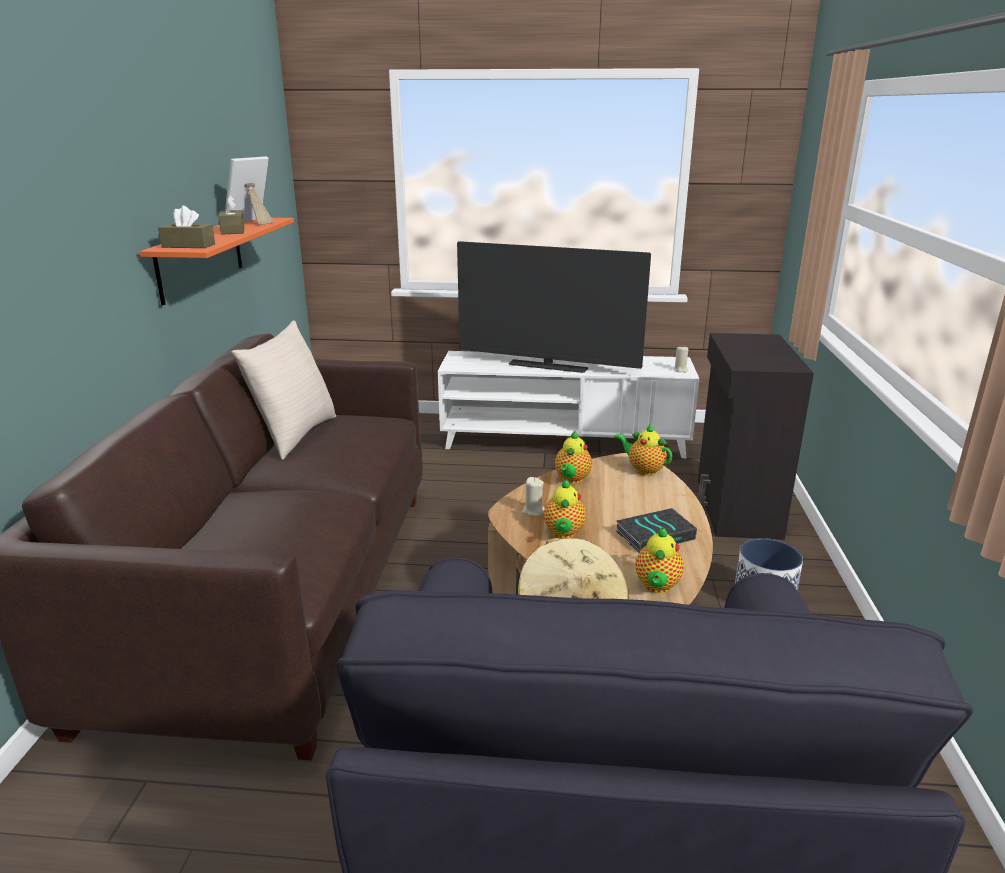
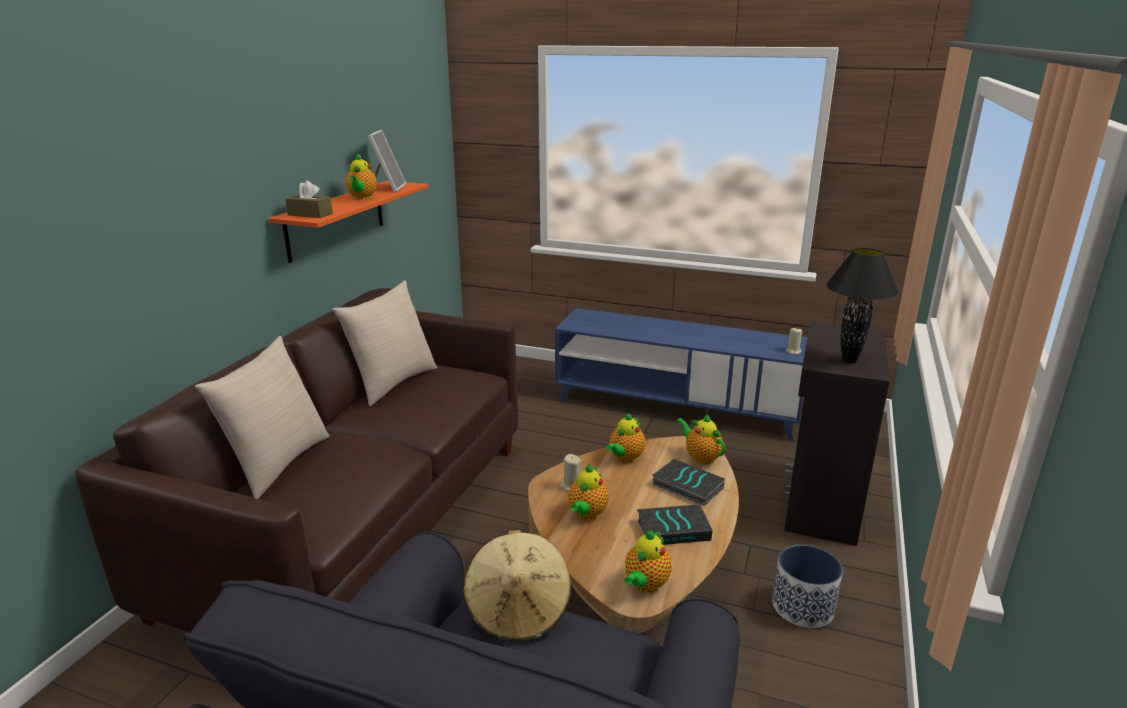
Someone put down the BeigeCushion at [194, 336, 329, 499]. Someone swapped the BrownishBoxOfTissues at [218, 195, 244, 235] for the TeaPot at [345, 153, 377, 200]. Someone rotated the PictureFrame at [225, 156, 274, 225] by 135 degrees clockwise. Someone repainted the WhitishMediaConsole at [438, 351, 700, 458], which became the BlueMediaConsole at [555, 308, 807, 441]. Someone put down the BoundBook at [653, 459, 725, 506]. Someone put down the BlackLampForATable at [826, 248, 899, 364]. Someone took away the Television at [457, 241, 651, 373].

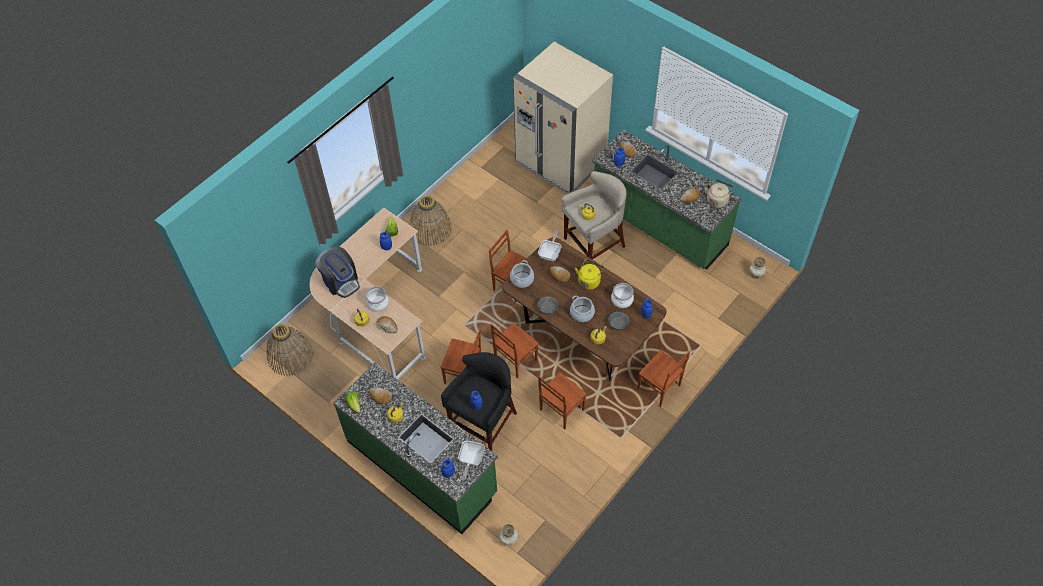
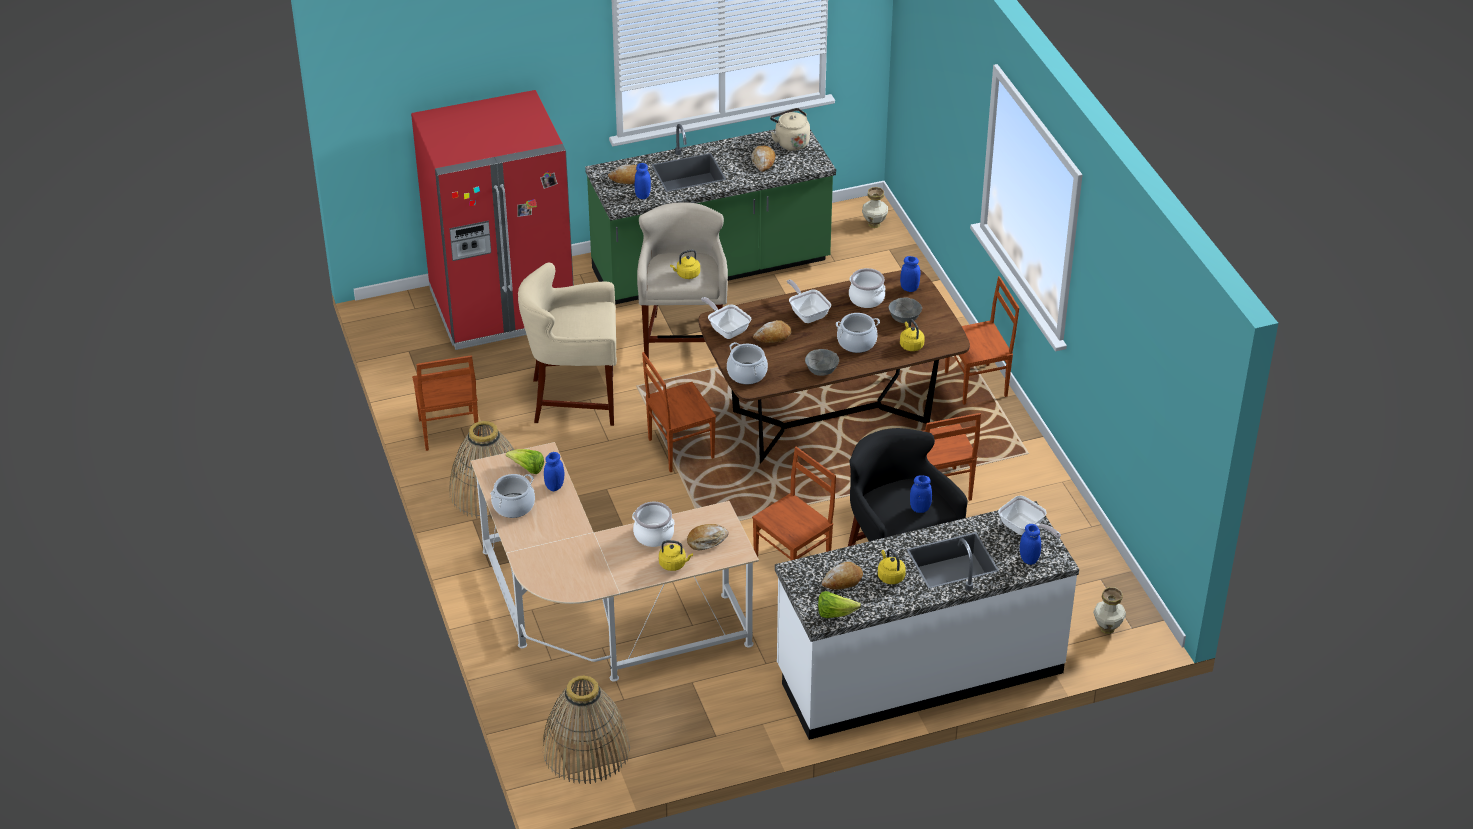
Someone repainted the BeigeKitchenFridge at [513, 42, 613, 194], which became the ReddishKitchenFridge at [411, 90, 574, 350]. Someone carried the BrownishChair from [491, 323, 539, 379] to [412, 355, 479, 451]. Someone put down the Saucepot at [490, 474, 535, 518]. Someone put down the BeigeStool at [518, 262, 617, 426]. Someone repainted the GreenCounter at [333, 363, 498, 534], which became the WhitishCounter at [775, 501, 1079, 740]. Someone swapped the YellowKettle at [575, 259, 604, 290] for the Pan at [787, 280, 831, 323]. Someone took away the CoffeeMaker at [316, 247, 360, 298].

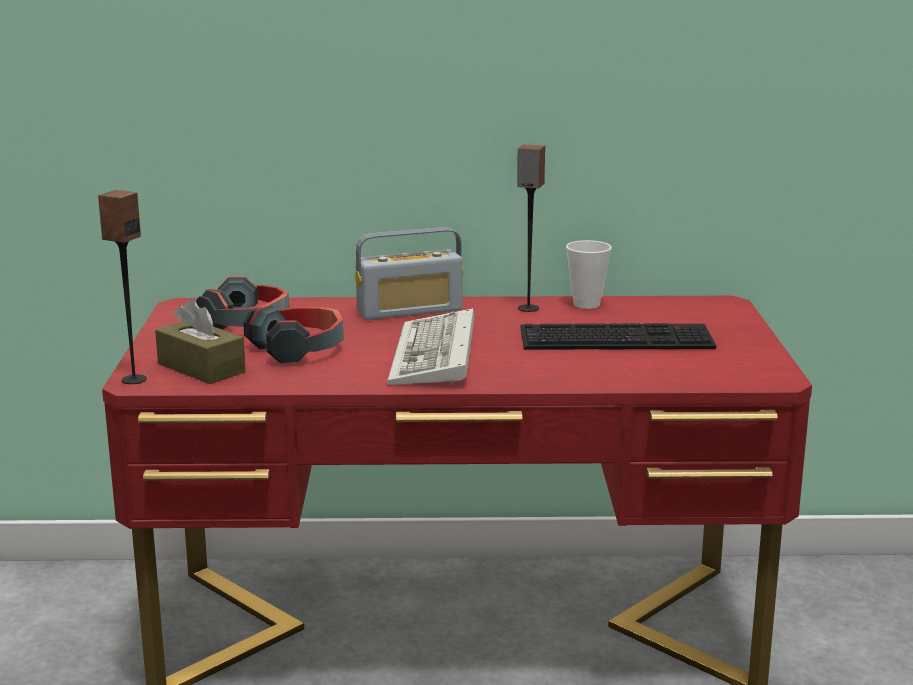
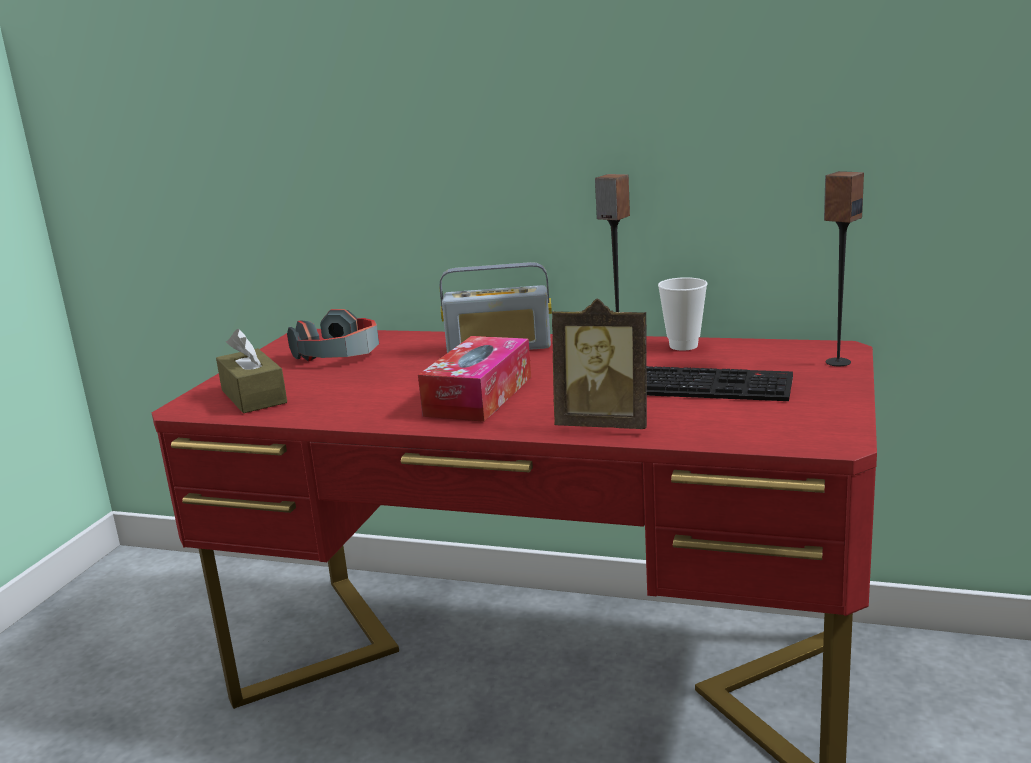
Someone swapped the Keyboard at [387, 308, 475, 385] for the BoxOfTissues at [418, 336, 531, 422]. Someone put down the PictureFrame at [552, 298, 647, 429]. Someone carried the Speaker from [98, 190, 147, 384] to [824, 171, 864, 366]. Someone took away the PairOfHeadphones at [243, 305, 343, 363].

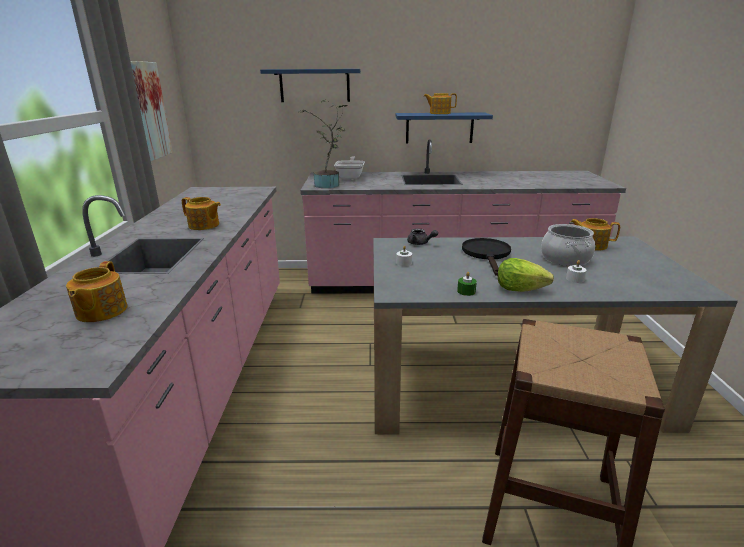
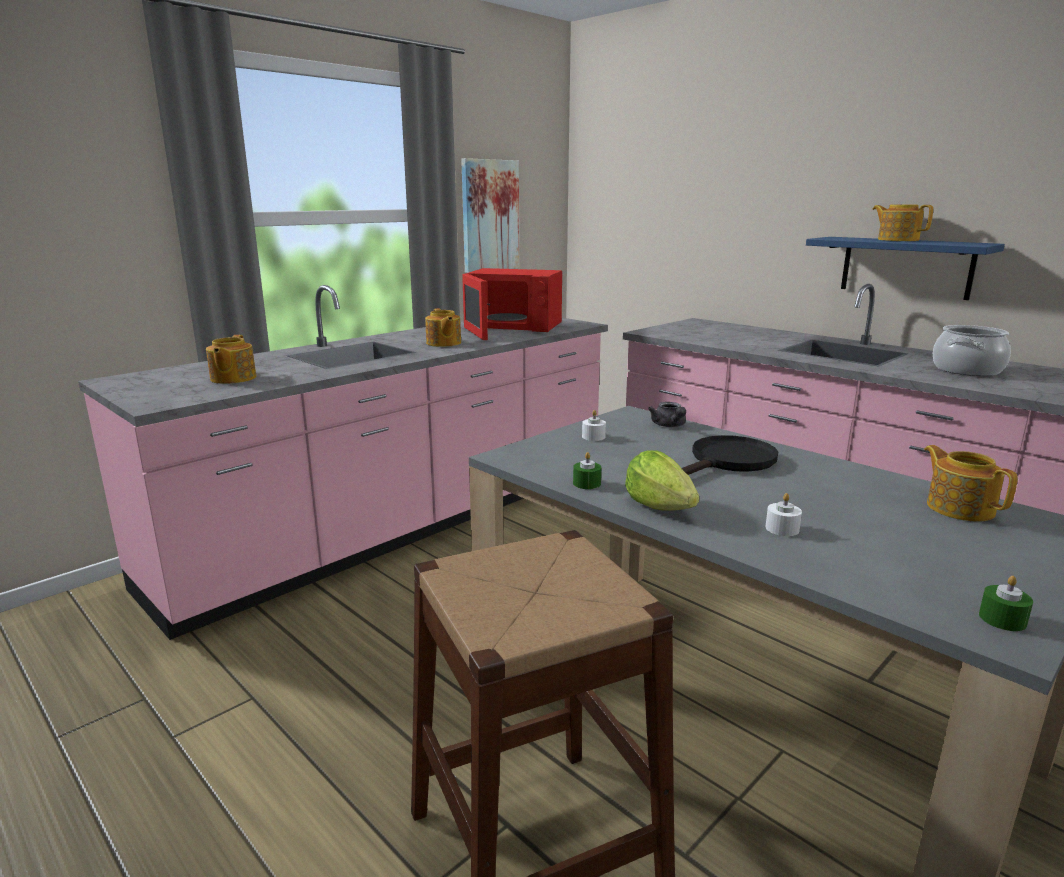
Someone rotated the TeaPot at [66, 261, 128, 322] by 45 degrees counterclockwise. Someone put down the ReddishMicrowave at [462, 268, 562, 340]. Someone carried the Saucepot from [541, 224, 595, 266] to [933, 325, 1011, 376]. Someone put down the GreenCandle at [979, 576, 1033, 631]. Someone took away the BlueWallShelf at [260, 69, 361, 102]. Someone took away the Houseplant at [298, 100, 348, 188]. Someone took away the Pan at [334, 157, 365, 179].

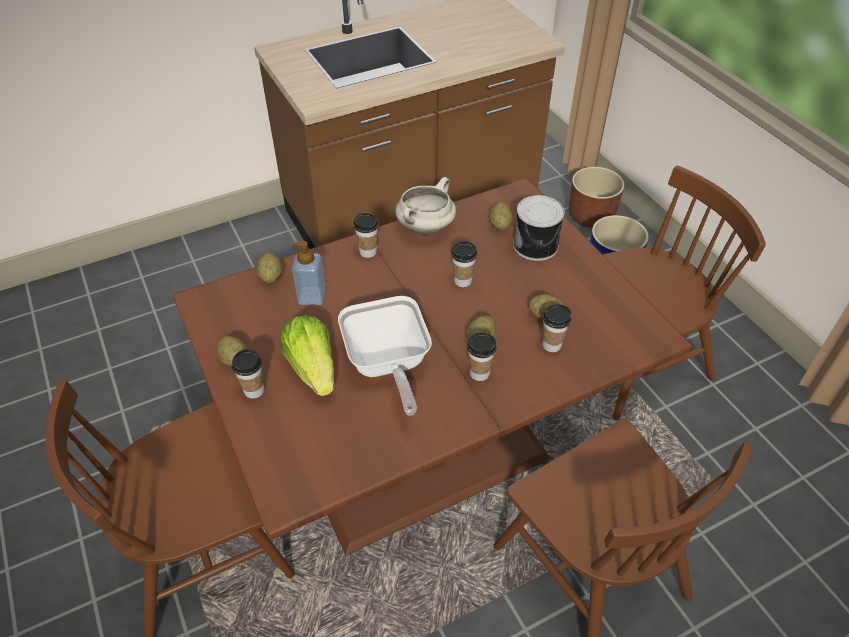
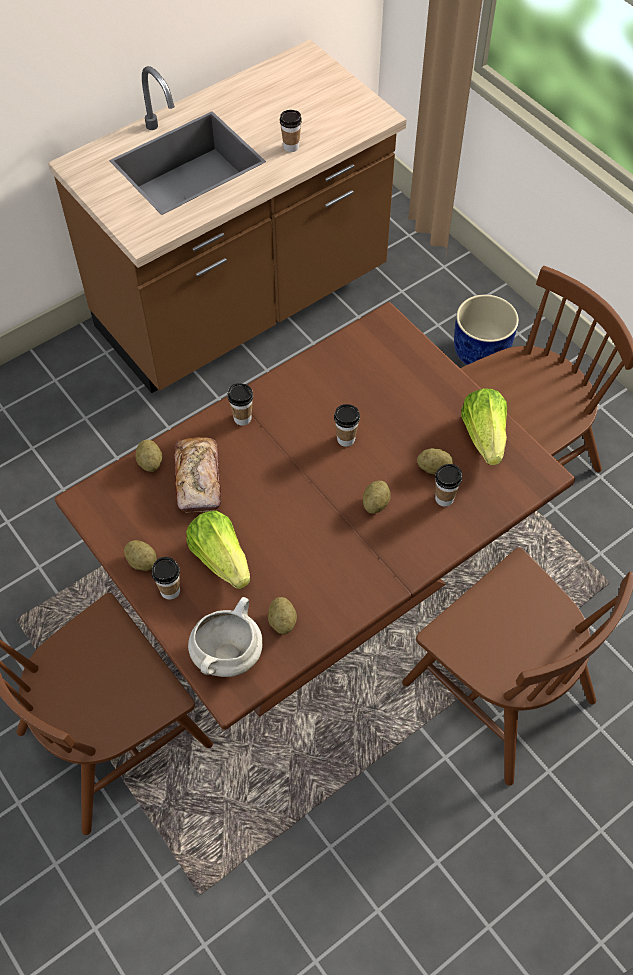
Someone swapped the LiquidSoapBottle at [292, 241, 326, 305] for the BakeryBread at [174, 437, 221, 513]. Someone carried the WhitishSaucepot from [396, 177, 456, 235] to [188, 597, 263, 677]. Someone carried the Spud from [489, 202, 513, 230] to [268, 597, 297, 634]. Someone carried the SmallCup from [467, 332, 497, 381] to [280, 110, 302, 152]. Someone put down the Lettuce at [461, 388, 507, 465]. Someone took away the Pan at [338, 296, 432, 416]. Someone took away the MetalCan at [513, 195, 564, 261]. Someone took away the BrownishFlowerPot at [569, 167, 625, 228].

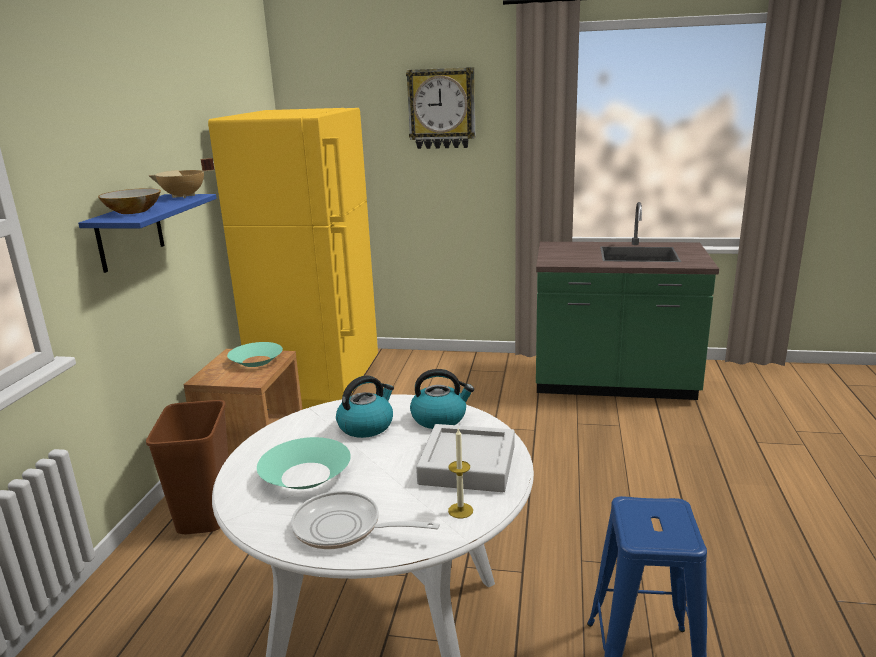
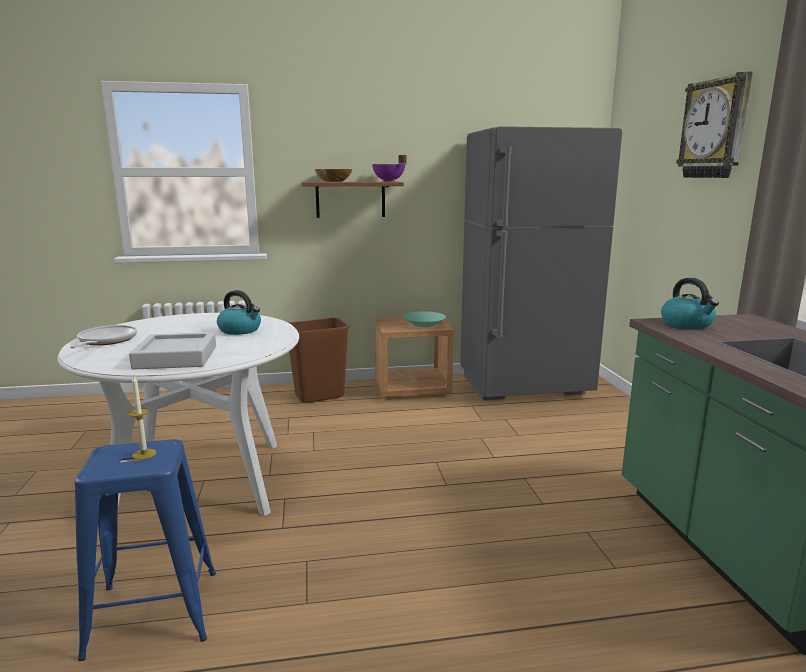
Someone carried the Candle from [448, 429, 473, 519] to [128, 376, 157, 460]. Someone repainted the BlueWallShelf at [78, 194, 217, 273], which became the BrownishWallShelf at [302, 182, 404, 218]. Someone repainted the BeigeSaucepot at [149, 158, 214, 198], which became the PurpleSaucepot at [372, 155, 407, 182]. Someone repainted the YellowKitchenFridge at [208, 108, 378, 409], which became the GreyKitchenFridge at [460, 126, 622, 400]. Someone carried the Kettle from [410, 369, 474, 429] to [661, 278, 719, 329]. Someone took away the TurquoiseServingBowl at [257, 437, 351, 489].

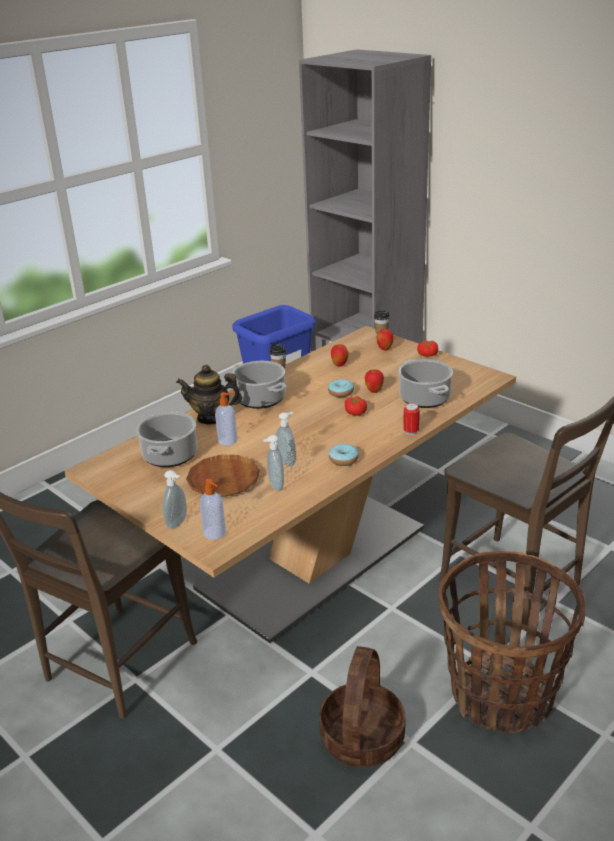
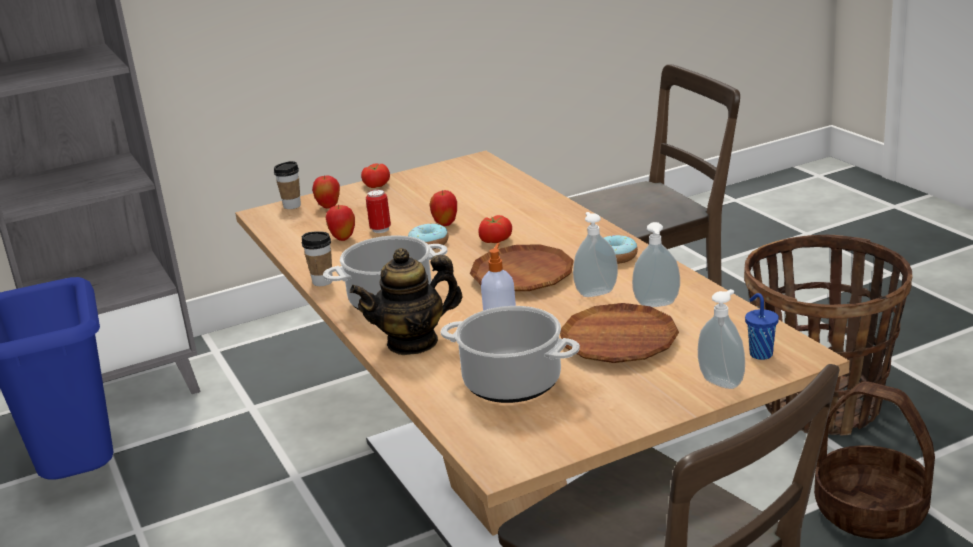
Someone rotated the TeaPot at [176, 365, 242, 425] by 45 degrees clockwise. Someone carried the MetalCan from [403, 403, 420, 435] to [366, 189, 391, 233]. Someone put down the BrownishPlate at [470, 244, 574, 291]. Someone swapped the LiquidSoapBottle at [200, 479, 226, 540] for the BlueSmallCup at [745, 293, 779, 360]. Someone took away the Saucepot at [398, 359, 453, 408].

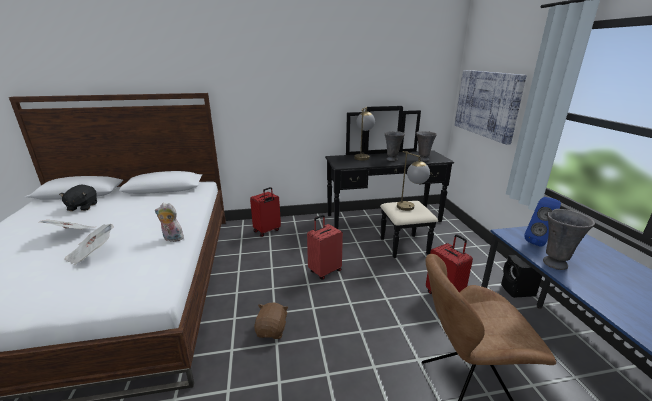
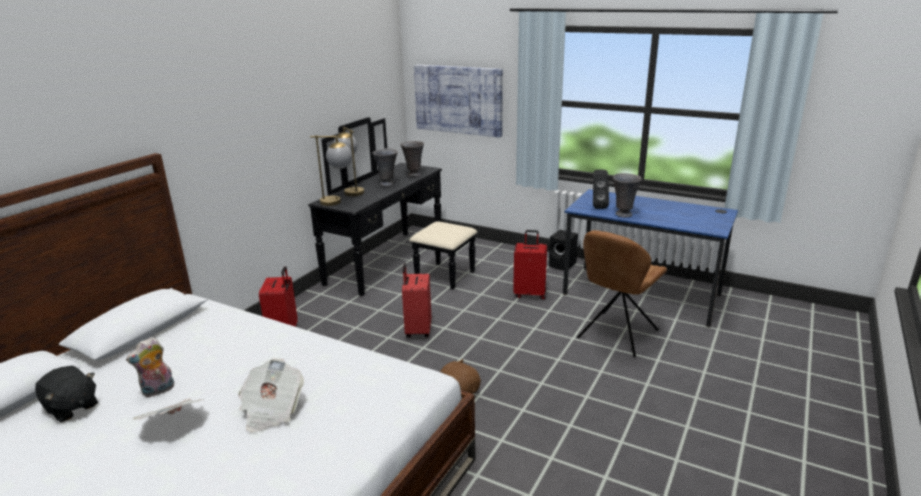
Someone carried the SoftToy from [155, 203, 184, 242] to [126, 337, 175, 397]. Someone carried the LampForATable from [397, 151, 430, 211] to [310, 135, 352, 206]. Someone repainted the BlueSpeaker at [524, 197, 561, 247], which became the BlackSpeaker at [593, 170, 609, 209].

